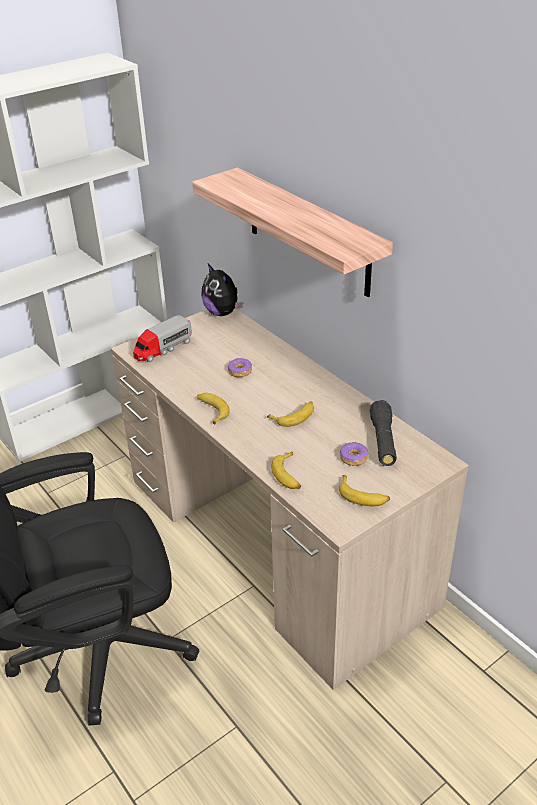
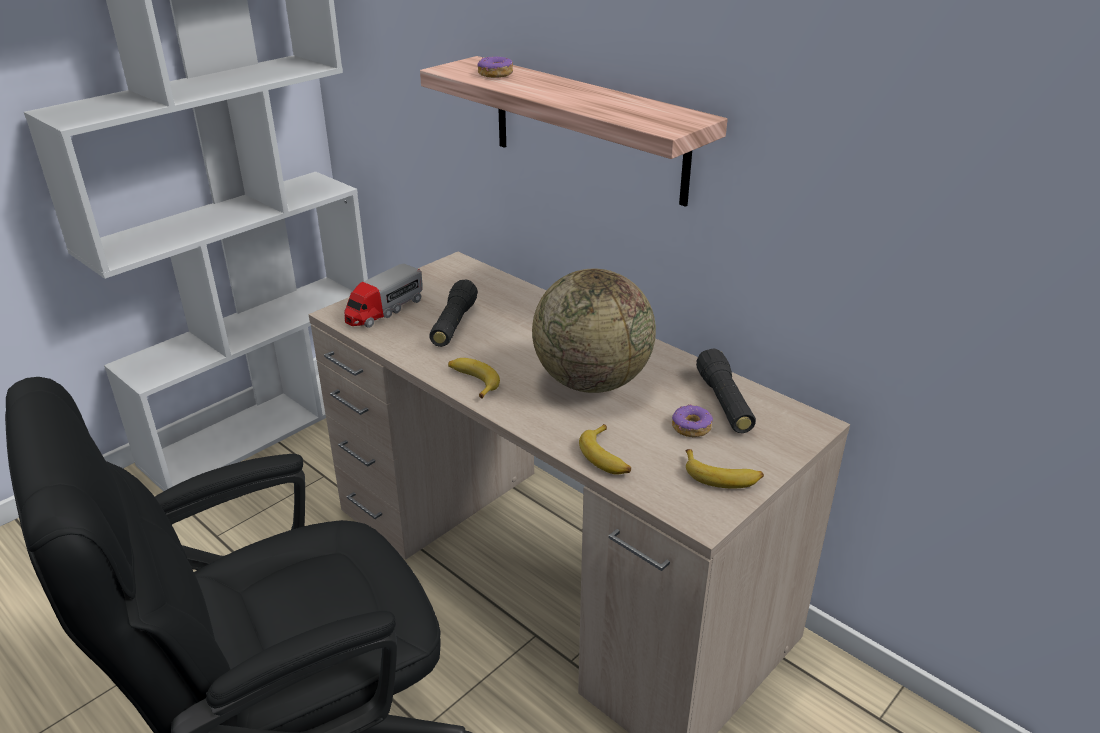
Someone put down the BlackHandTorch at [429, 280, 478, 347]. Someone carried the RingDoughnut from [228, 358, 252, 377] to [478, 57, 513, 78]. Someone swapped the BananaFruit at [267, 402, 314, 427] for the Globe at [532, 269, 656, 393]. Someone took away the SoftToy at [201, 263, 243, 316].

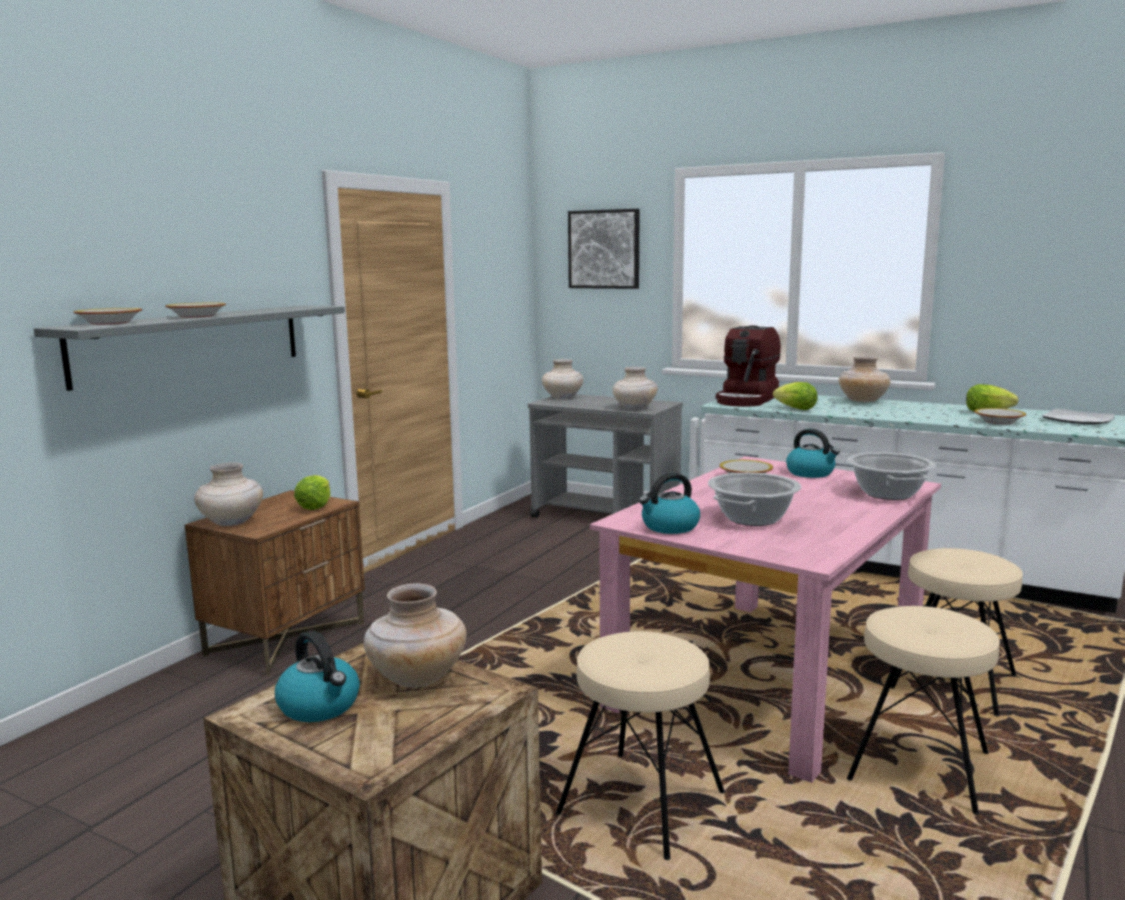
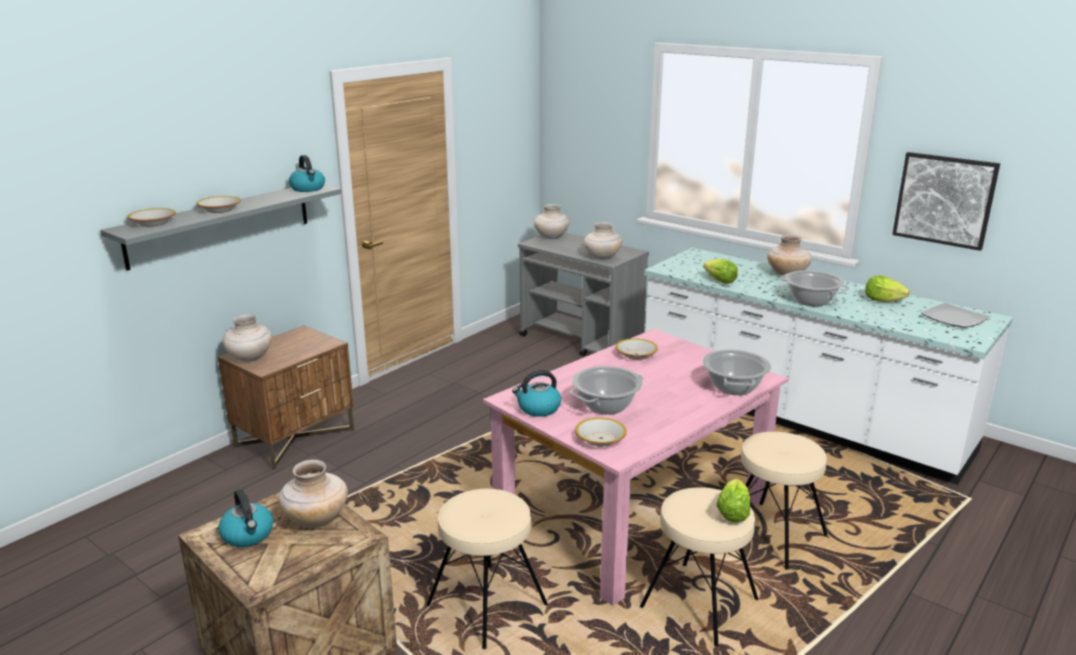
Someone carried the Kettle from [786, 429, 840, 478] to [289, 155, 325, 192]. Someone carried the ServingBowl from [974, 408, 1026, 424] to [575, 417, 627, 447]. Someone carried the Lettuce from [294, 475, 331, 510] to [716, 479, 750, 522]. Someone put down the Saucepot at [779, 270, 850, 306]. Someone carried the WallPicture from [568, 209, 640, 289] to [892, 152, 1000, 251]. Someone took away the CoffeeMaker at [716, 325, 781, 407].

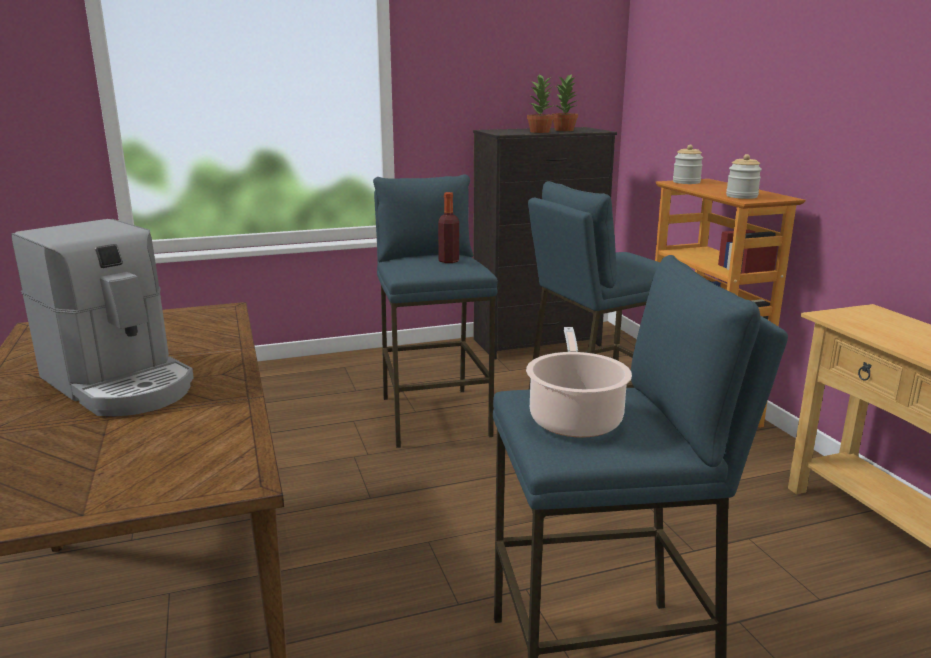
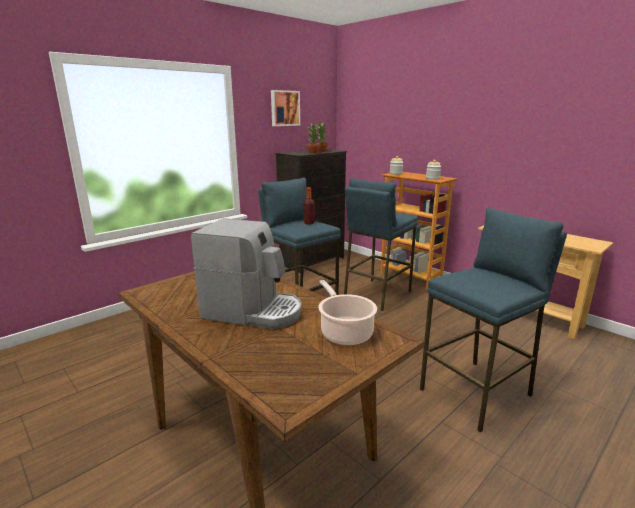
Someone put up the WallPicture at [271, 90, 300, 126]. Someone carried the Saucepot from [526, 327, 632, 438] to [318, 280, 377, 345].

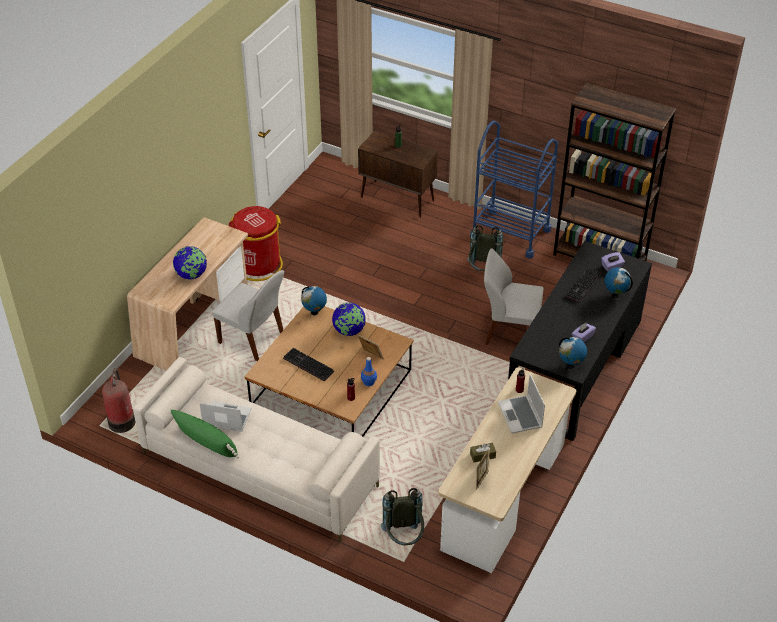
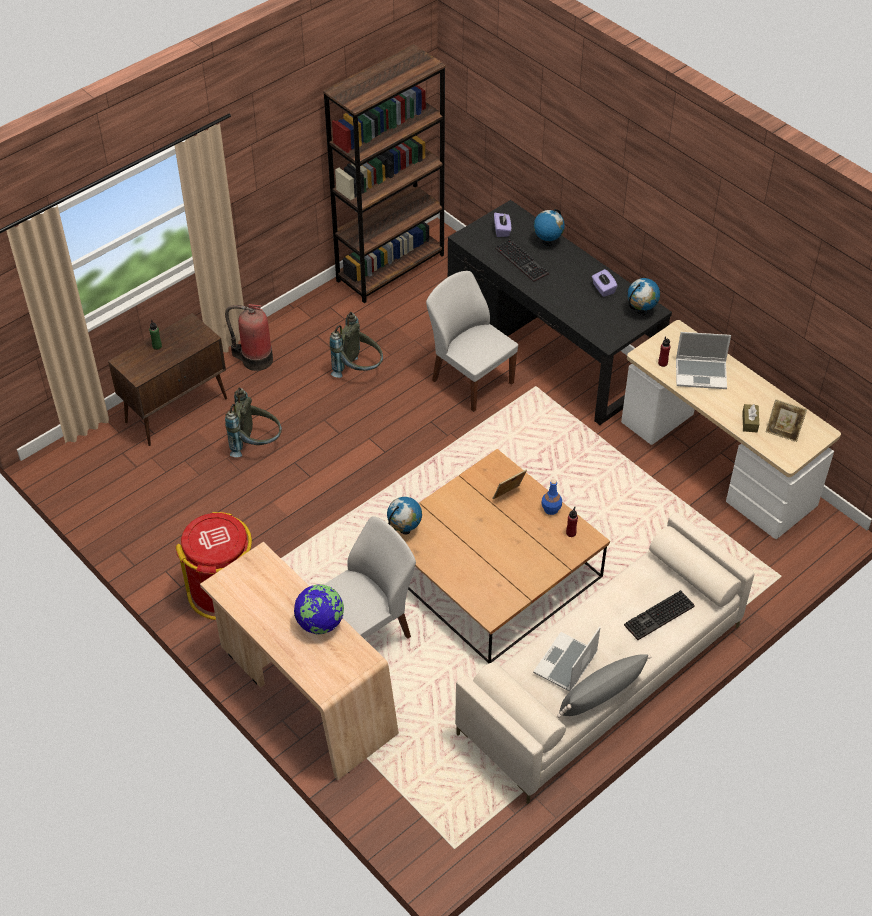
Someone carried the FireExtinguisher from [102, 368, 135, 433] to [225, 304, 273, 371]. Someone carried the GreyRucksack from [381, 488, 424, 545] to [225, 387, 282, 457]. Someone rotated the WhitishChair at [484, 248, 544, 345] by 105 degrees clockwise. Someone repainted the GreenCushion at [169, 410, 239, 459], which became the GreyCushion at [557, 654, 651, 718]. Someone carried the Keyboard from [283, 348, 334, 381] to [624, 590, 695, 640]. Someone took away the Globe at [332, 303, 366, 336]. Someone took away the BlueCart at [470, 121, 558, 259].

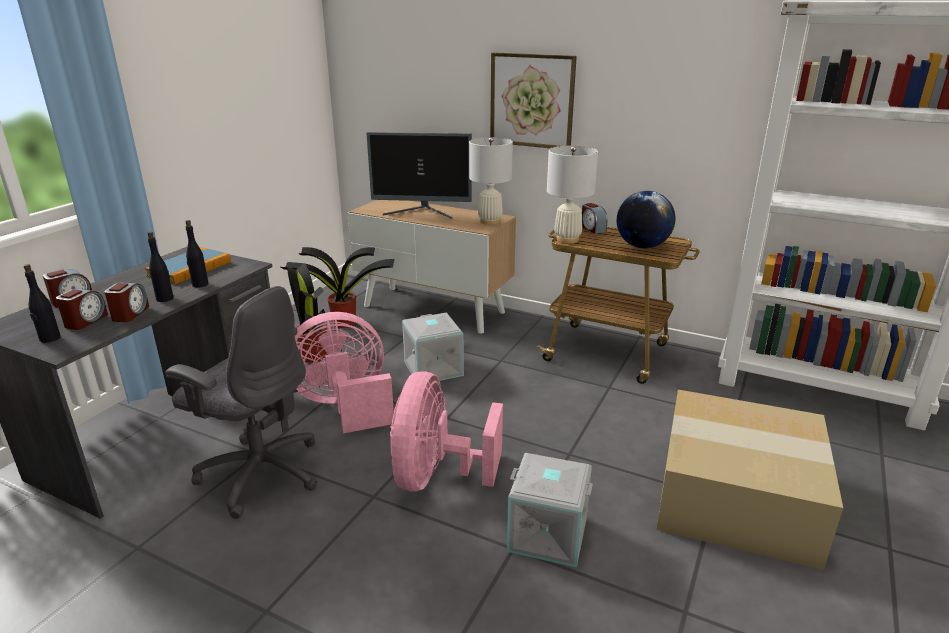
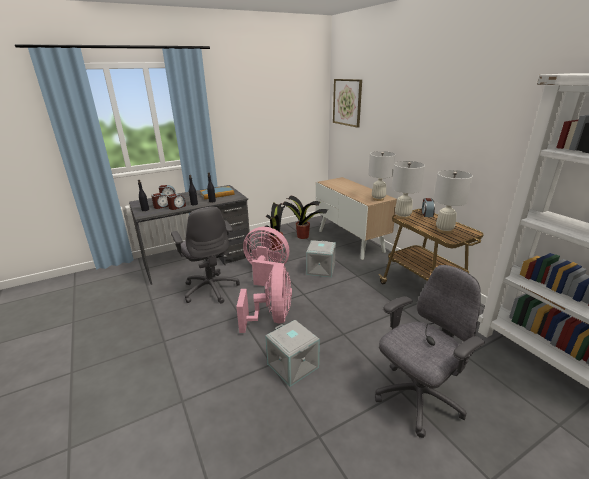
Someone rotated the PinkFan at [390, 371, 503, 491] by 135 degrees clockwise. Someone carried the WallPicture from [490, 52, 577, 148] to [333, 79, 362, 128]. Someone swapped the PackingBox at [656, 390, 843, 570] for the GreyOfficeChair at [375, 265, 485, 438]. Someone swapped the Globe at [617, 191, 675, 249] for the WhitishLampForATable at [433, 170, 473, 234]. Someone took away the Monitor at [367, 132, 472, 219].

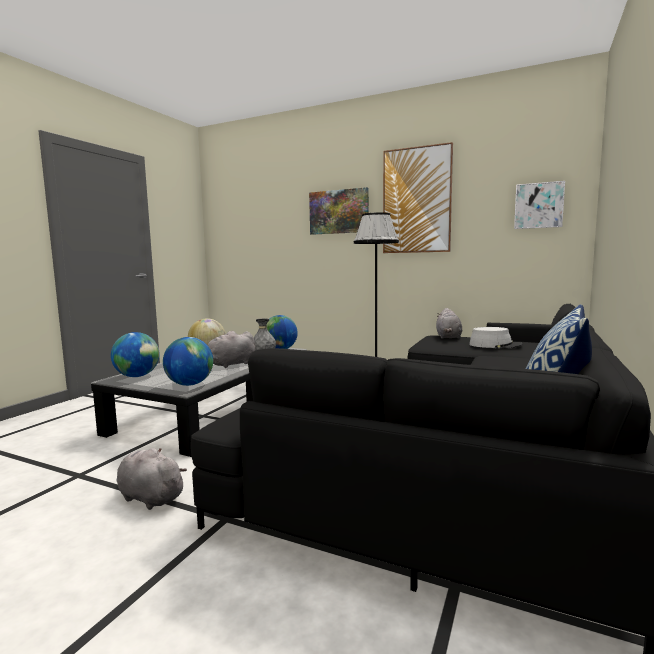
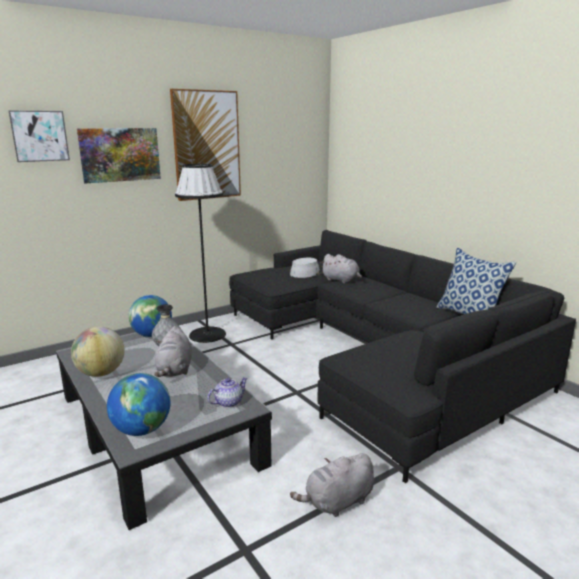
Someone carried the WallPicture from [514, 181, 565, 229] to [9, 110, 70, 162]. Someone swapped the Globe at [163, 337, 213, 386] for the TeaPot at [207, 377, 248, 408]. Someone carried the GreySoftToy from [436, 308, 462, 339] to [321, 254, 362, 283].

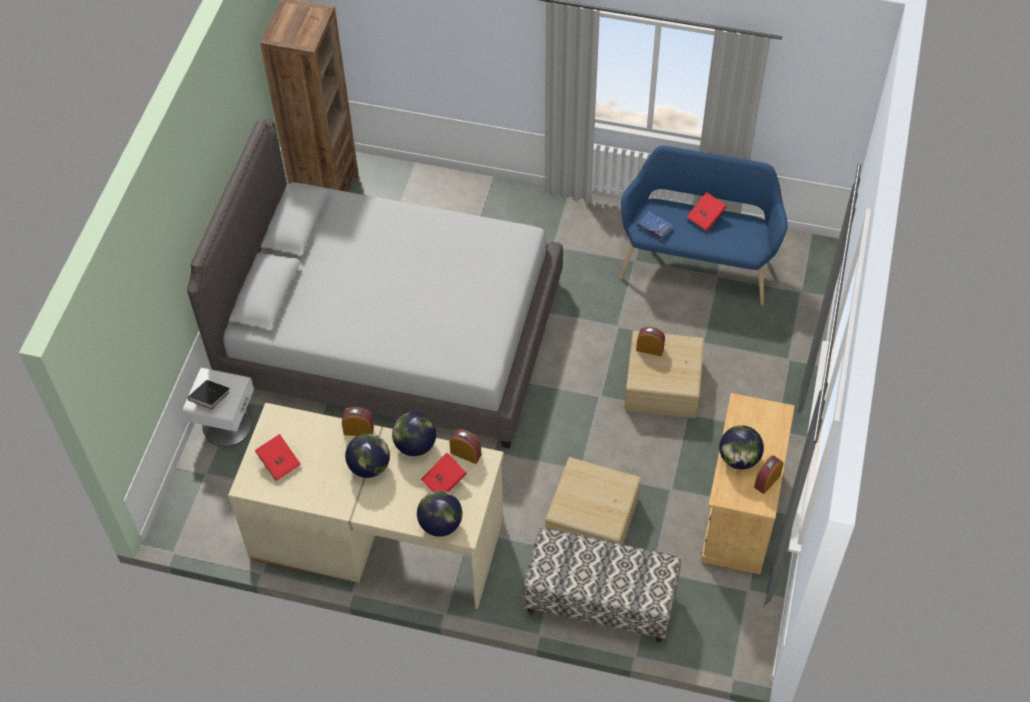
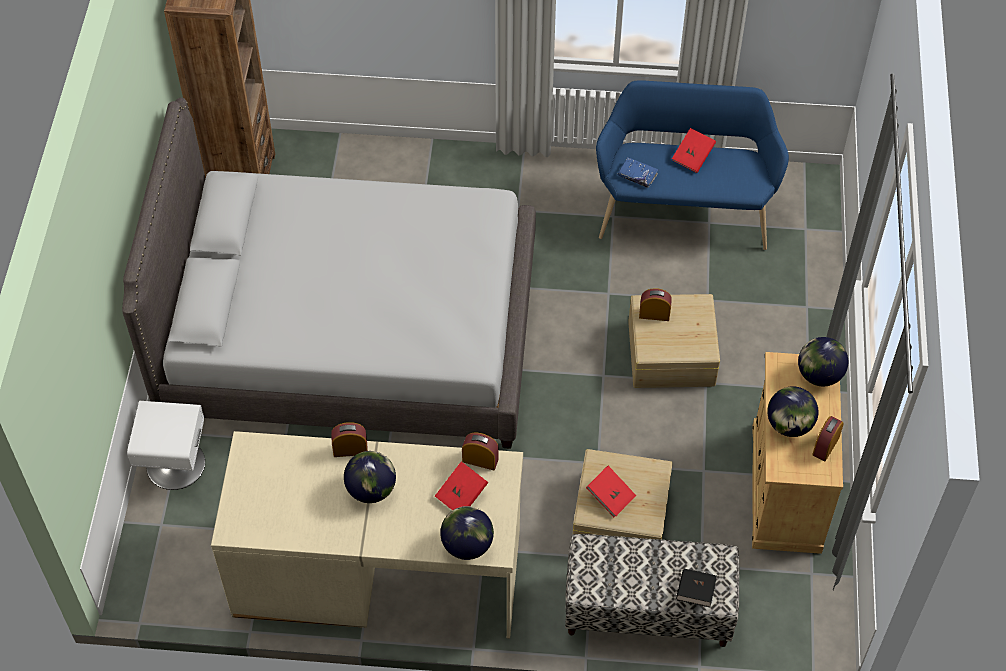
Someone carried the ReddishBoundBook from [255, 434, 301, 481] to [586, 466, 636, 517]. Someone carried the BlackBoundBook from [188, 380, 230, 409] to [676, 569, 717, 607]. Someone carried the Globe from [392, 412, 436, 456] to [798, 337, 848, 386].

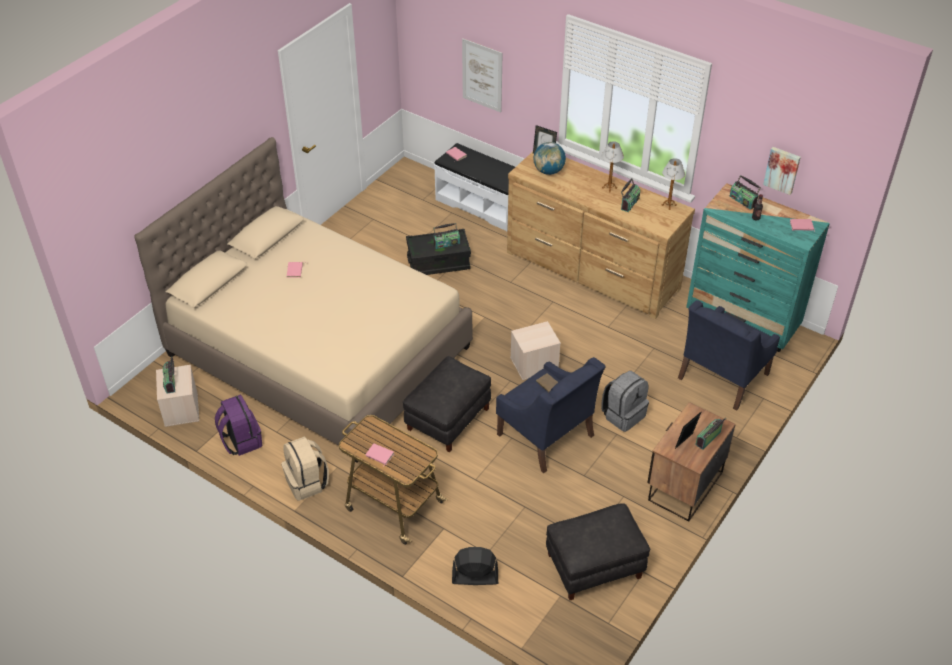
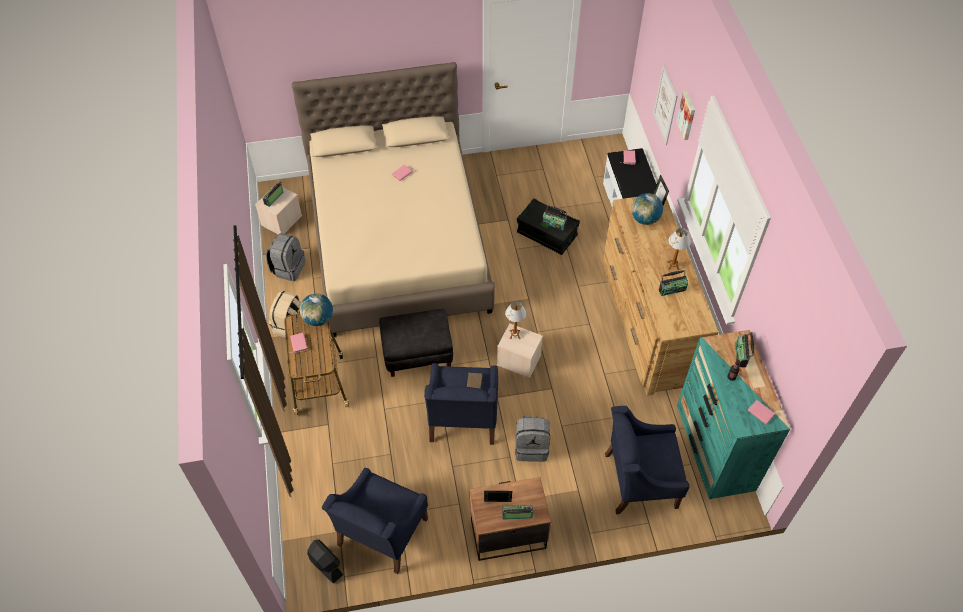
Someone repainted the PurpleRucksack at [215, 394, 263, 456], which became the GreyRucksack at [266, 233, 305, 281]. Someone put down the Globe at [300, 293, 333, 326]. Someone carried the BlackFan from [452, 547, 498, 585] to [307, 539, 344, 584]. Someone swapped the BlackFootrest at [546, 503, 650, 600] for the BlueArmchair at [322, 468, 428, 574]. Someone carried the LampForATable from [661, 158, 685, 210] to [505, 301, 527, 339]. Someone carried the WallPicture from [763, 147, 801, 195] to [676, 91, 695, 140].

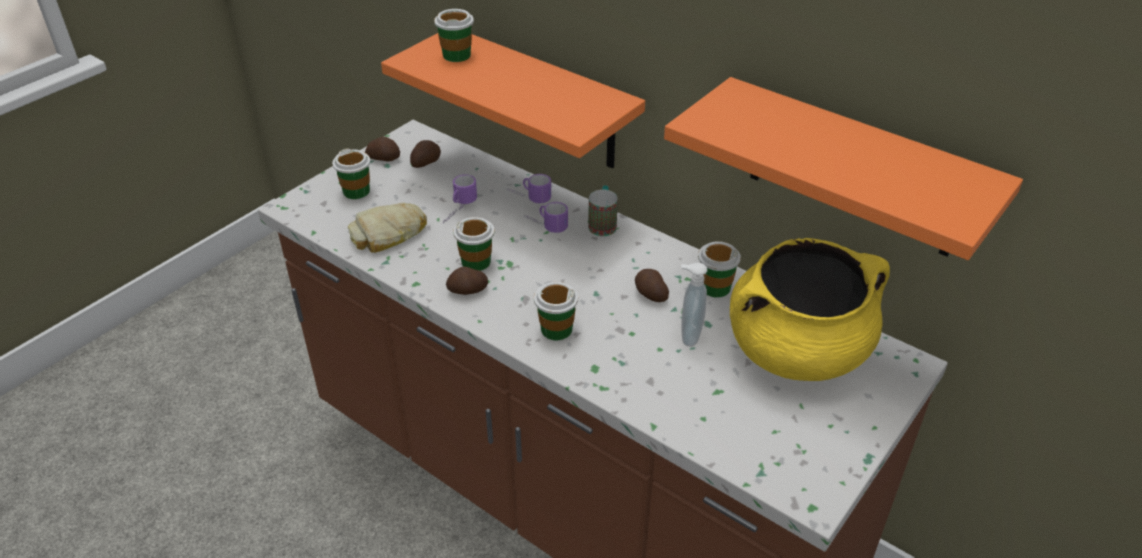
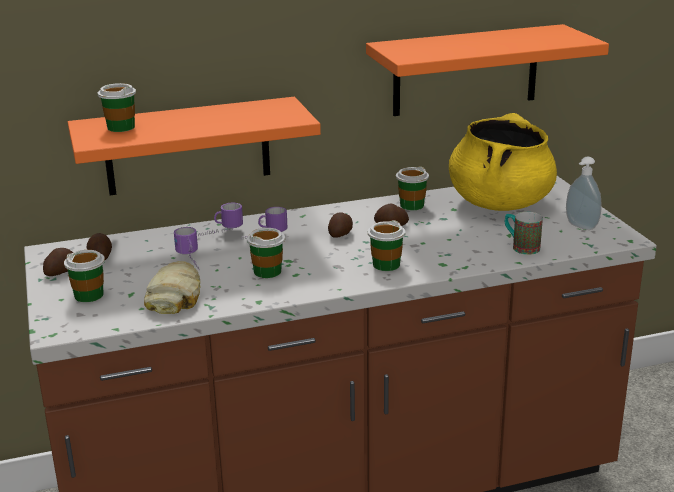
Someone carried the Spud from [446, 267, 488, 295] to [328, 213, 353, 238]. Someone carried the TeaMug from [588, 185, 618, 236] to [505, 212, 543, 255]. Someone carried the LiquidSoapBottle from [681, 263, 707, 347] to [566, 157, 601, 230].

